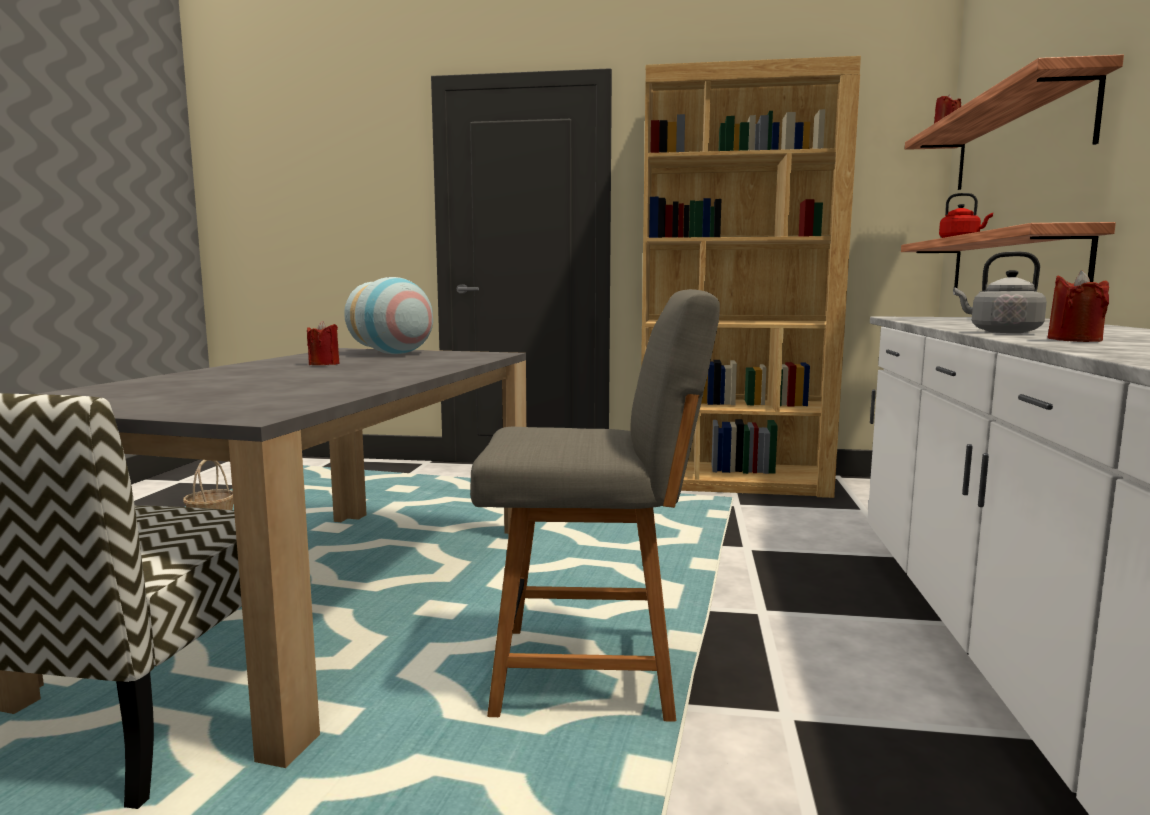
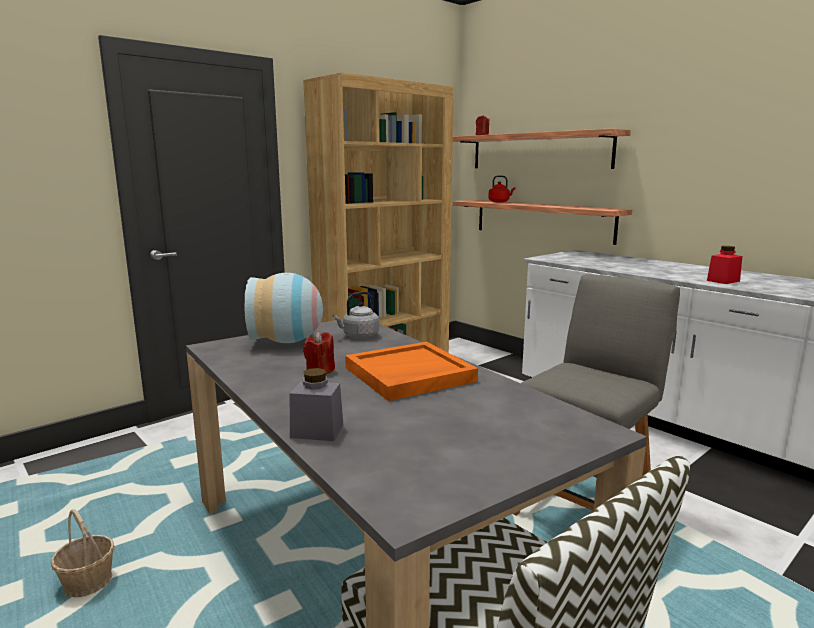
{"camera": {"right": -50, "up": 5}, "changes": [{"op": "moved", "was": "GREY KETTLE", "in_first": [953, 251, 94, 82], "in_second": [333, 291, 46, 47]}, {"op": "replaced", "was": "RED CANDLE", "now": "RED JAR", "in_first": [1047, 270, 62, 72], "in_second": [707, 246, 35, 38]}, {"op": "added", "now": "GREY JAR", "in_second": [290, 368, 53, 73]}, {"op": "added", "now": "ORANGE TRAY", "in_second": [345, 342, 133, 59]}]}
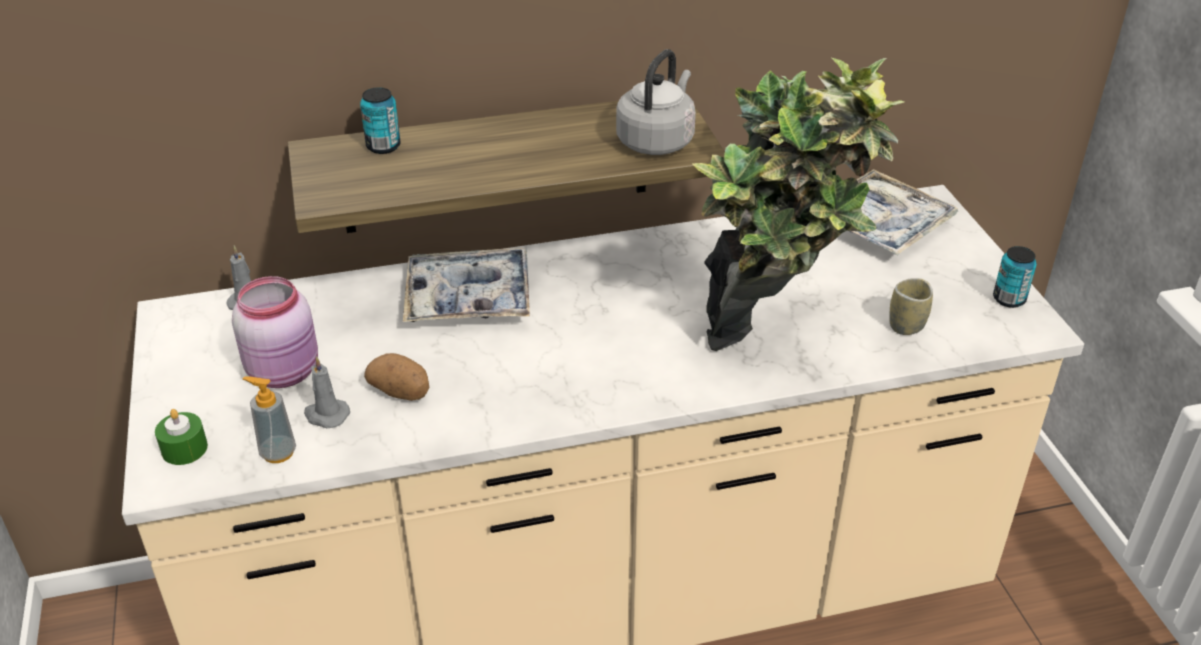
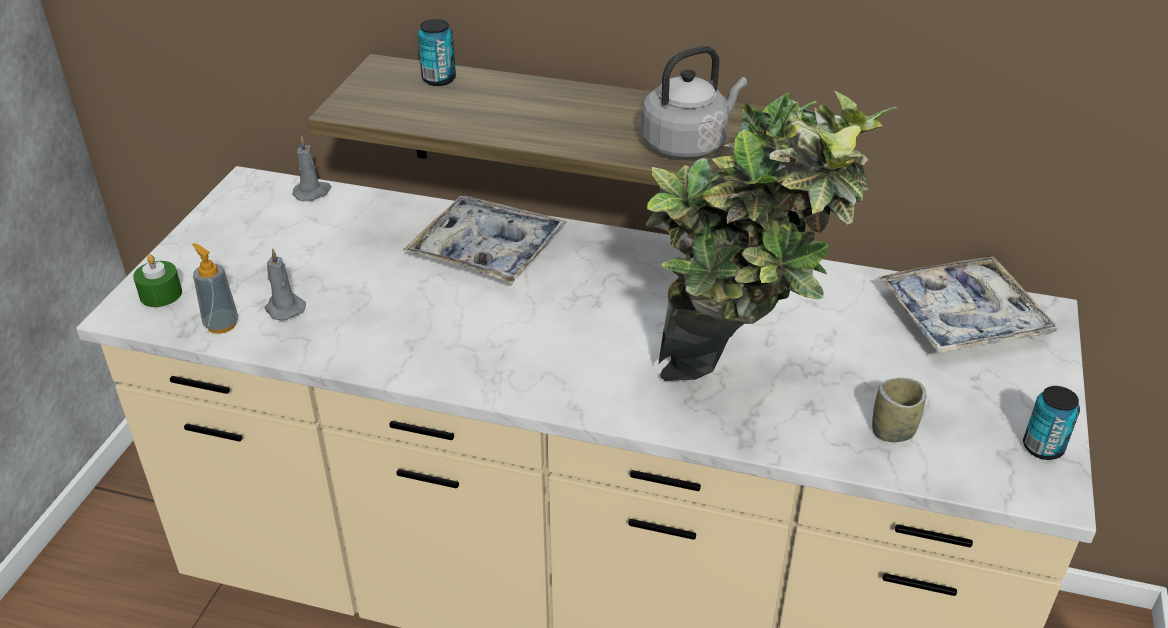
{"camera": {"right": 30, "up": 0}, "changes": [{"op": "removed", "was": "PINK JAR", "in_first": [232, 276, 86, 112]}, {"op": "removed", "was": "POTATO", "in_first": [364, 353, 65, 48]}]}
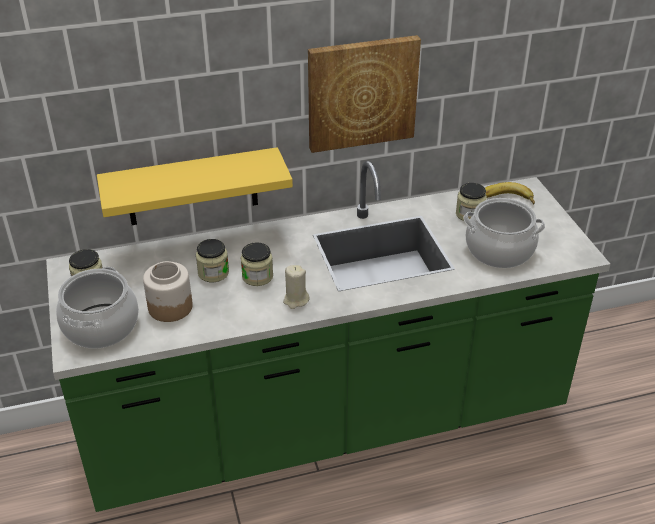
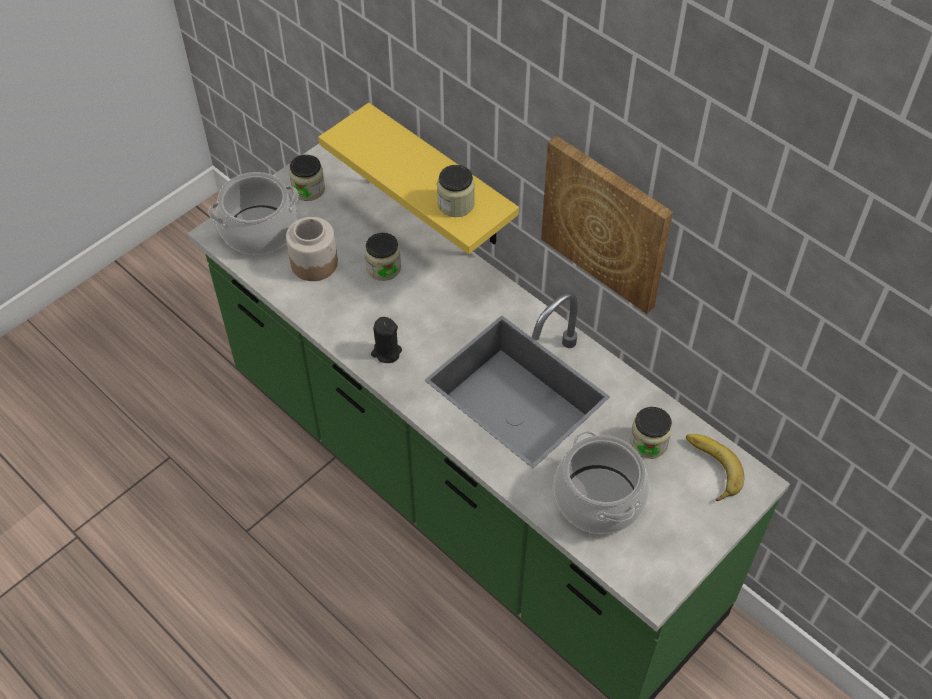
{"camera": {"right": 60, "up": 15}, "changes": [{"op": "moved", "was": "JAR", "in_first": [241, 242, 32, 44], "in_second": [437, 165, 38, 52]}, {"op": "recoloured", "was": "BEIGE CANDLE", "now": "BLACK CANDLE", "in_first": [283, 265, 27, 44], "in_second": [371, 317, 31, 46]}]}
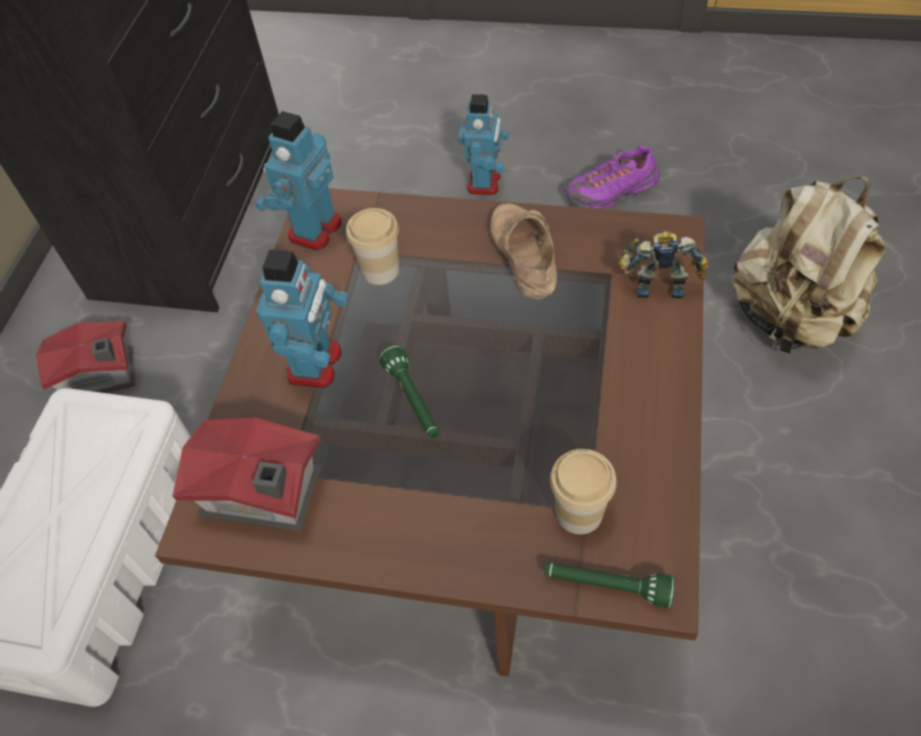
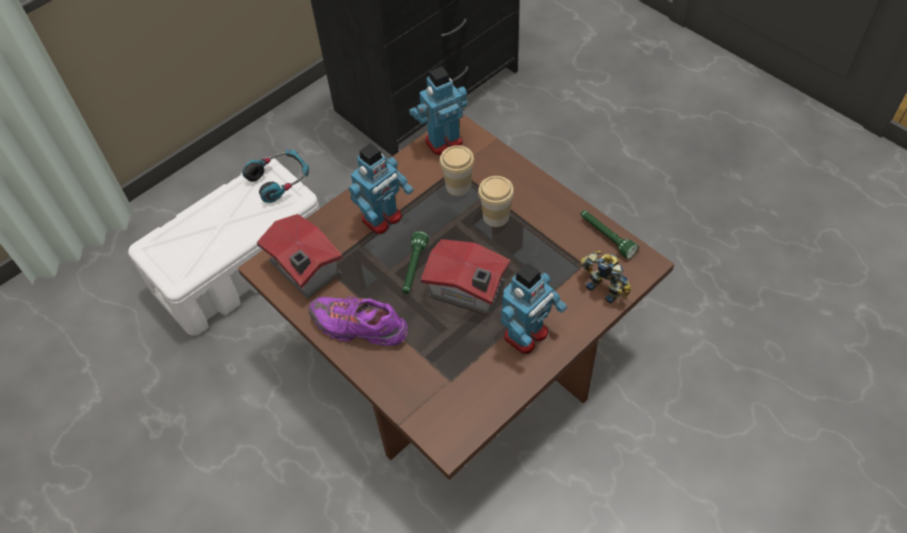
{"camera": {"right": 35, "up": 0}, "changes": [{"op": "moved", "was": "TOY HOUSE", "in_first": [36, 321, 99, 72], "in_second": [421, 239, 90, 77]}, {"op": "moved", "was": "TOY ROBOT", "in_first": [458, 94, 51, 101], "in_second": [500, 263, 67, 91]}, {"op": "removed", "was": "BEIGE SHOE", "in_first": [490, 203, 67, 97]}, {"op": "moved", "was": "GREEN FLASHLIGHT", "in_first": [545, 562, 130, 47], "in_second": [581, 210, 58, 49]}, {"op": "moved", "was": "CUP", "in_first": [550, 449, 67, 85], "in_second": [478, 176, 36, 51]}, {"op": "moved", "was": "PURPLE SHOE", "in_first": [565, 146, 95, 63], "in_second": [309, 297, 99, 49]}, {"op": "removed", "was": "BEIGE BACKPACK", "in_first": [732, 176, 154, 178]}, {"op": "added", "now": "HEADPHONES", "in_second": [242, 149, 67, 54]}]}
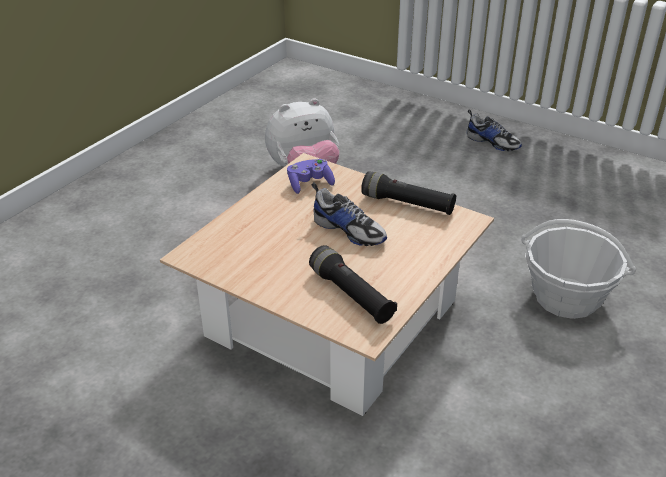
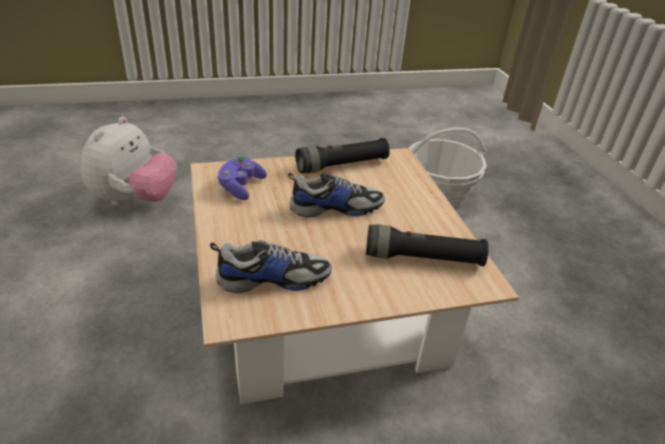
{"camera": {"right": -50, "up": 0}, "changes": [{"op": "moved", "was": "SHOE", "in_first": [467, 109, 55, 42], "in_second": [210, 240, 122, 53]}]}
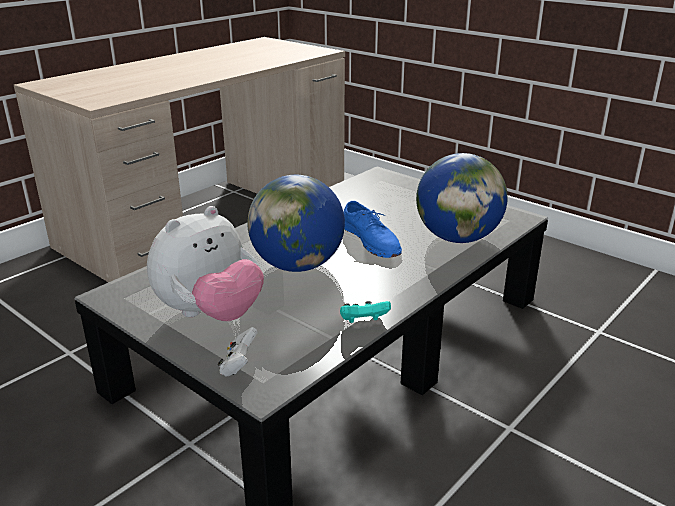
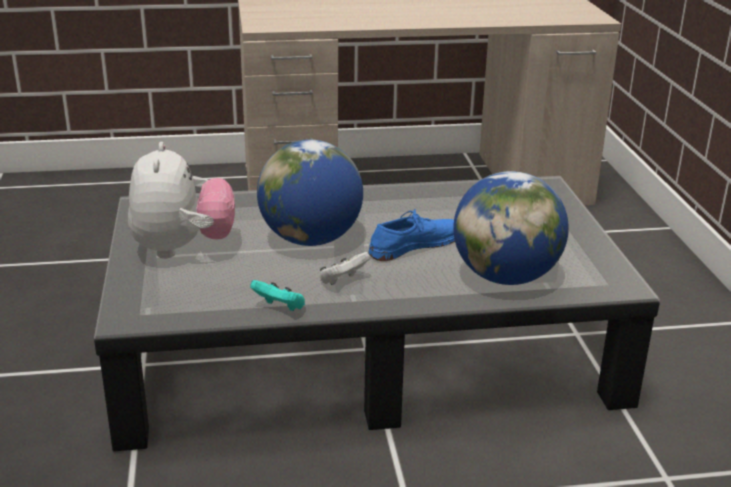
{"camera": {"right": 40, "up": 0}, "changes": [{"op": "turned", "was": "PLUSH TOY", "in_first": [147, 206, 117, 115], "in_second": [128, 142, 107, 117], "clockwise": -90}, {"op": "moved", "was": "WHITE GAME CONTROLLER", "in_first": [218, 327, 40, 50], "in_second": [320, 252, 50, 33]}, {"op": "turned", "was": "BLUE SHOE", "in_first": [343, 201, 59, 57], "in_second": [368, 209, 87, 52], "clockwise": -135}]}
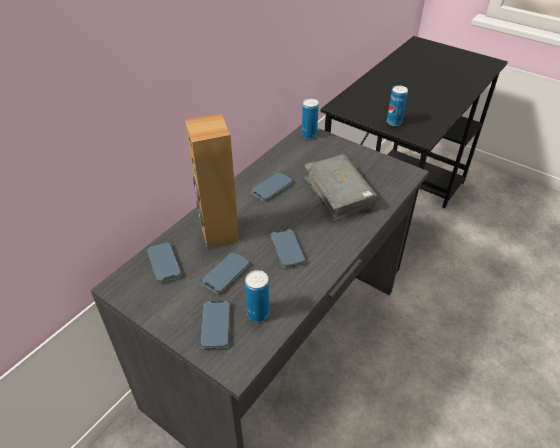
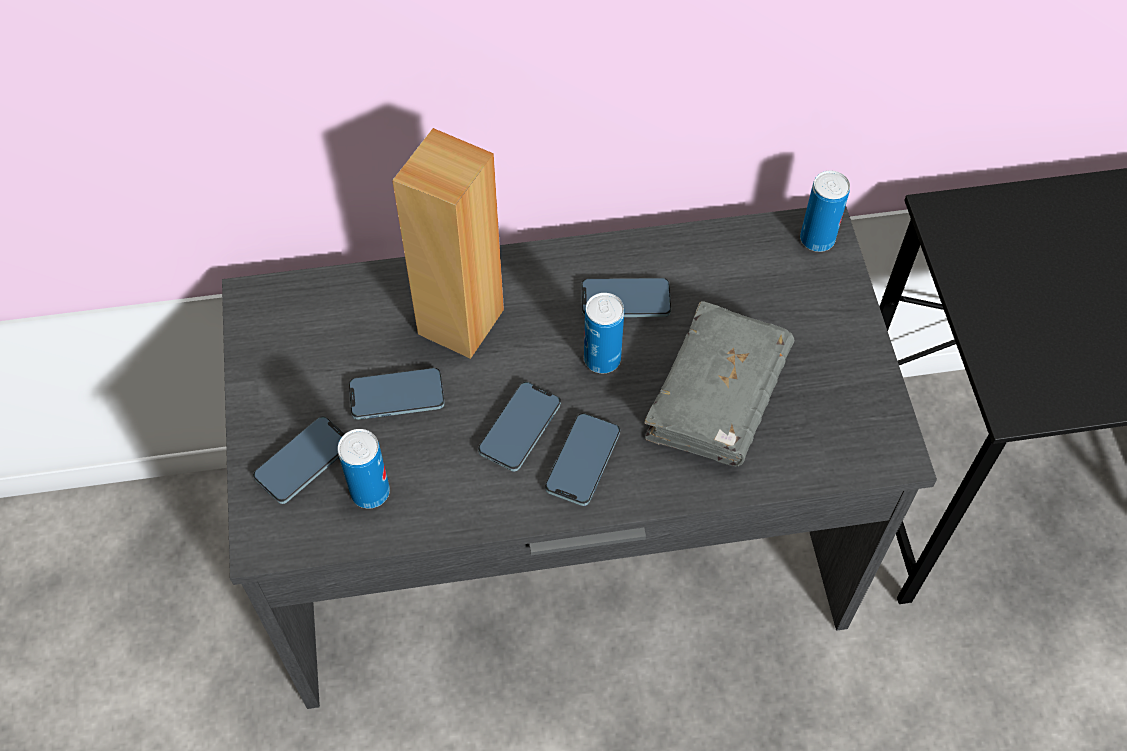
{"camera": {"right": 45, "up": 15}, "changes": [{"op": "moved", "was": "PHONE", "in_first": [147, 242, 34, 42], "in_second": [545, 413, 75, 93]}, {"op": "moved", "was": "CAN", "in_first": [387, 86, 21, 40], "in_second": [584, 293, 40, 80]}]}
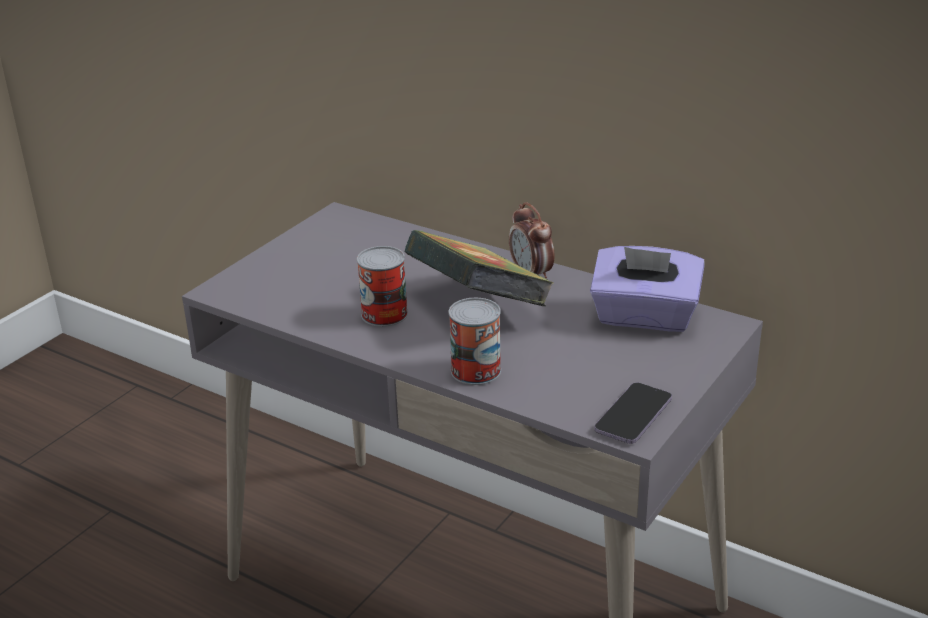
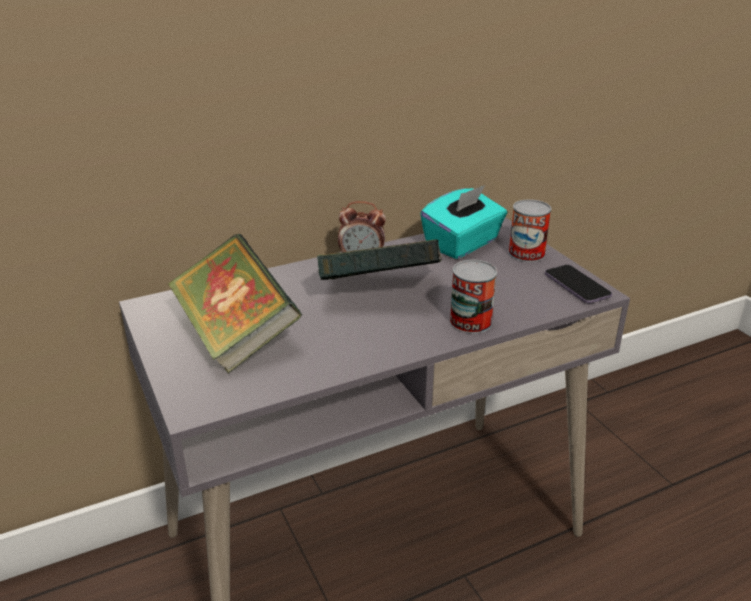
{"camera": {"right": -60, "up": 0}, "changes": [{"op": "moved", "was": "CAN", "in_first": [357, 246, 51, 81], "in_second": [508, 199, 43, 63]}, {"op": "recoloured", "was": "PURPLE TISSUE BOX", "now": "TURQUOISE TISSUE BOX", "in_first": [590, 246, 115, 86], "in_second": [420, 185, 87, 74]}, {"op": "added", "now": "BOOK", "in_second": [167, 234, 135, 139]}]}
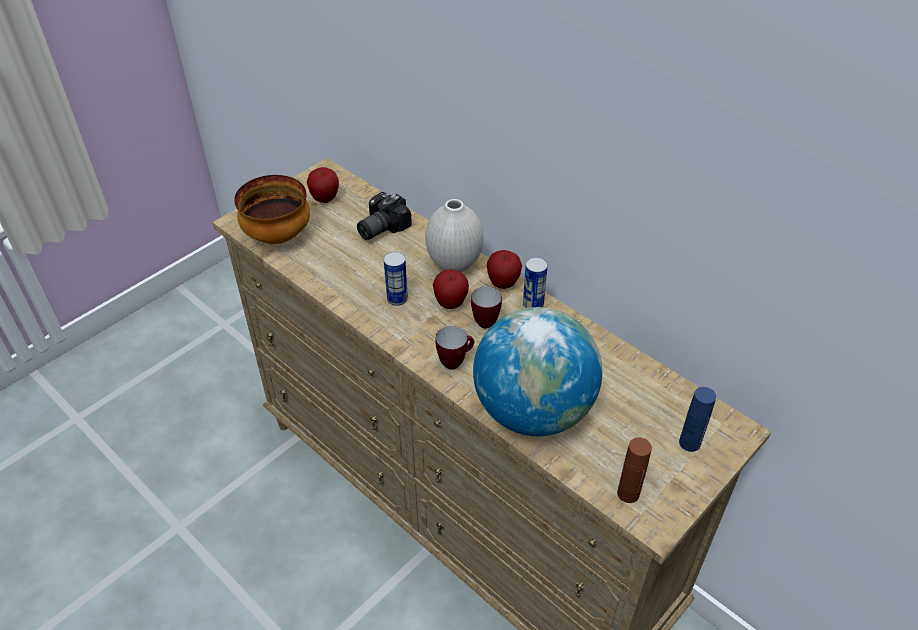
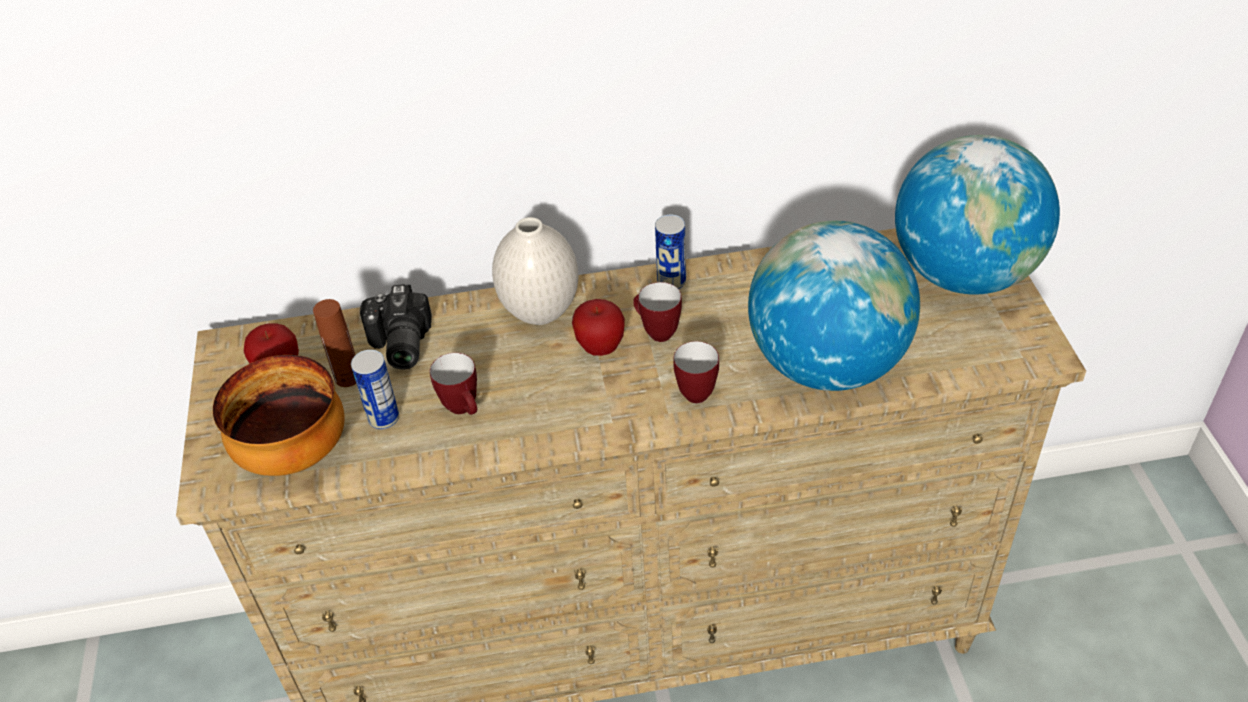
{"camera": {"right": -50, "up": 0}, "changes": [{"op": "moved", "was": "CAN", "in_first": [384, 252, 24, 54], "in_second": [351, 350, 48, 79]}, {"op": "removed", "was": "APPLE", "in_first": [487, 250, 35, 39]}, {"op": "moved", "was": "BROWN BOTTLE", "in_first": [617, 437, 35, 66], "in_second": [313, 299, 43, 88]}, {"op": "replaced", "was": "BLUE BOTTLE", "now": "GLOBE", "in_first": [679, 387, 37, 65], "in_second": [895, 135, 165, 160]}, {"op": "added", "now": "MUG", "in_second": [430, 353, 47, 62]}]}
